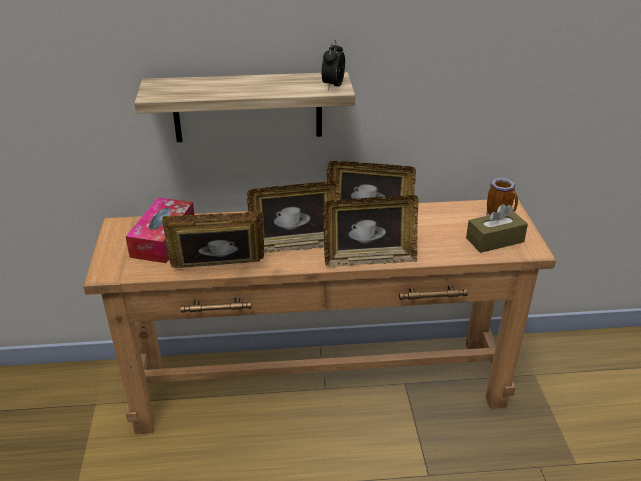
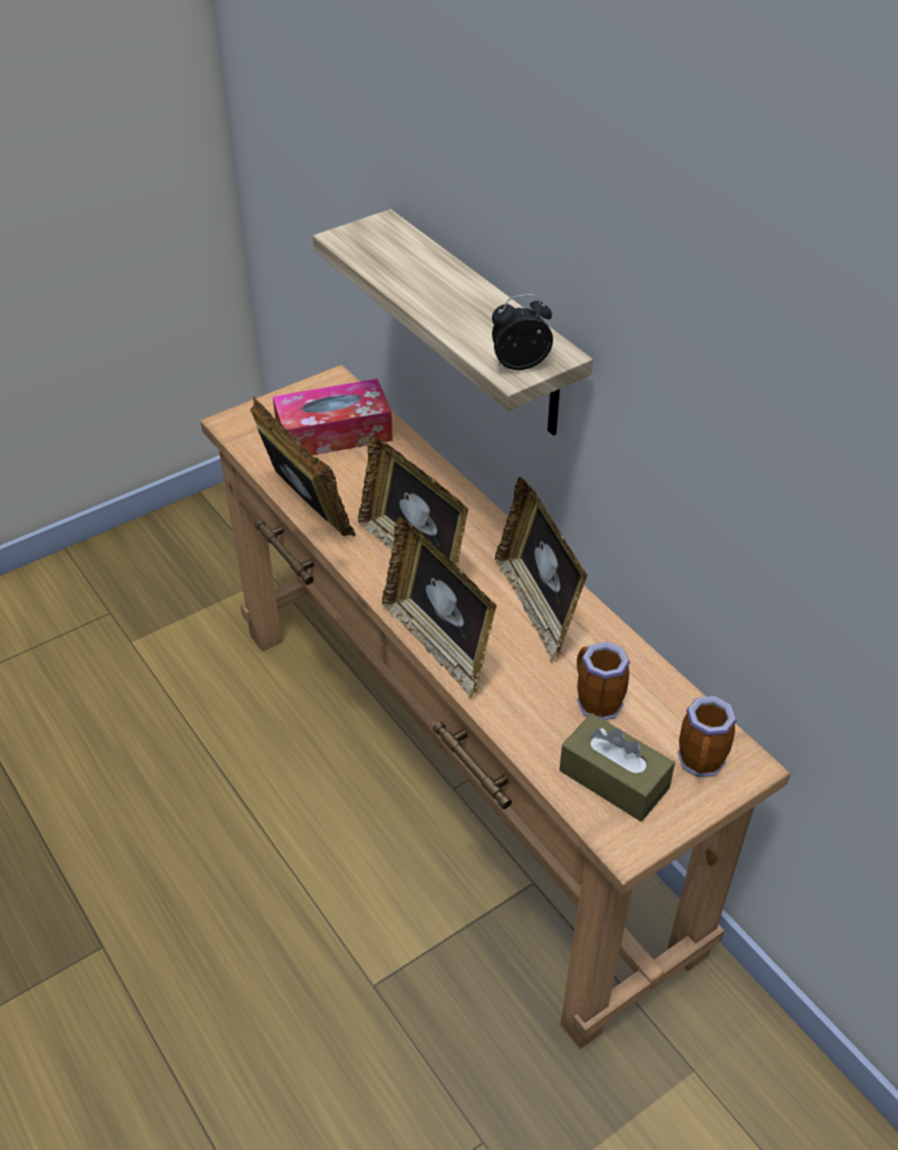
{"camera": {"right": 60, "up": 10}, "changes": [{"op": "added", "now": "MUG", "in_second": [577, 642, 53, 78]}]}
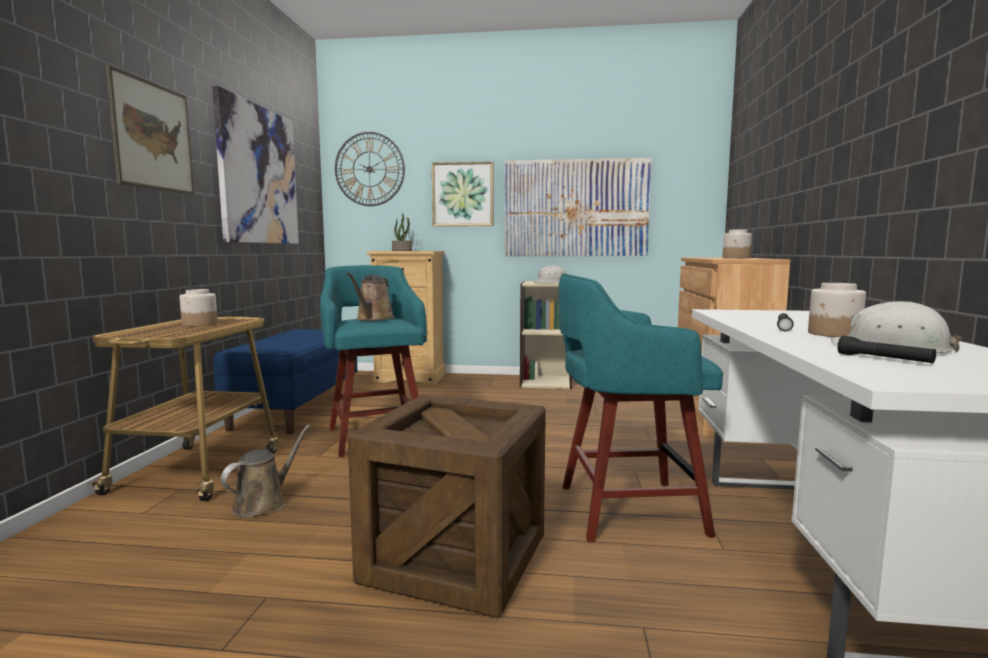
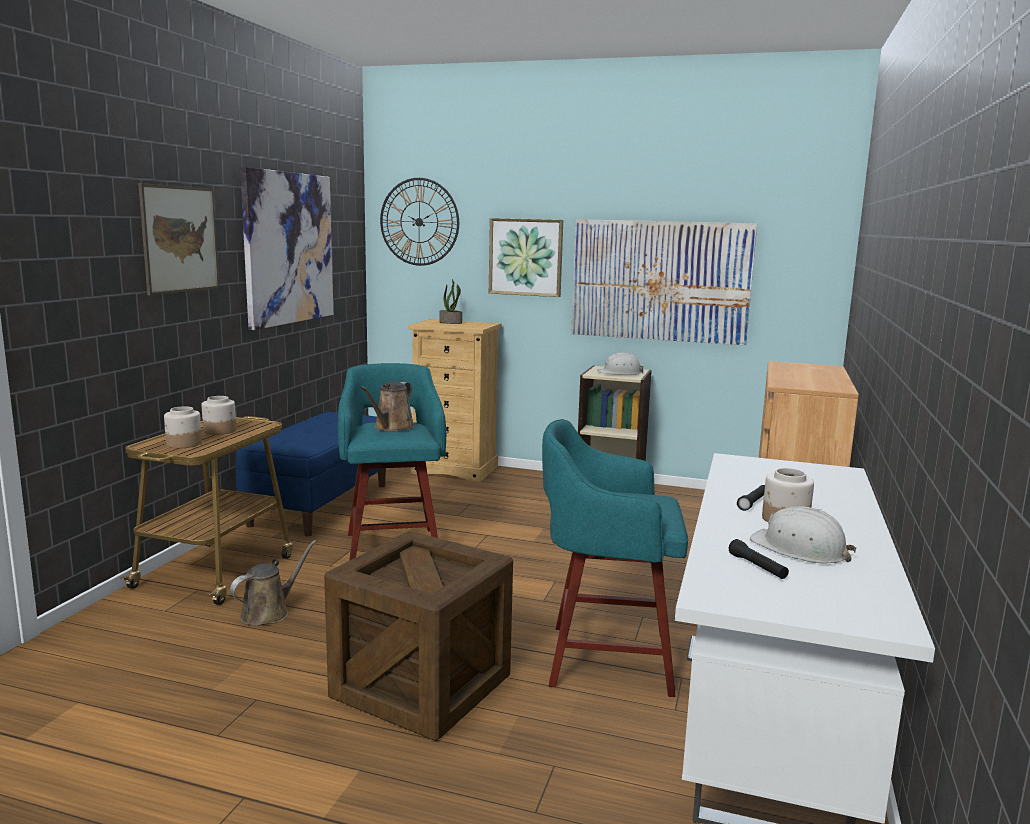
{"camera": {"right": 10, "up": 5}, "changes": [{"op": "moved", "was": "JAR", "in_first": [723, 229, 29, 29], "in_second": [164, 406, 38, 42]}]}
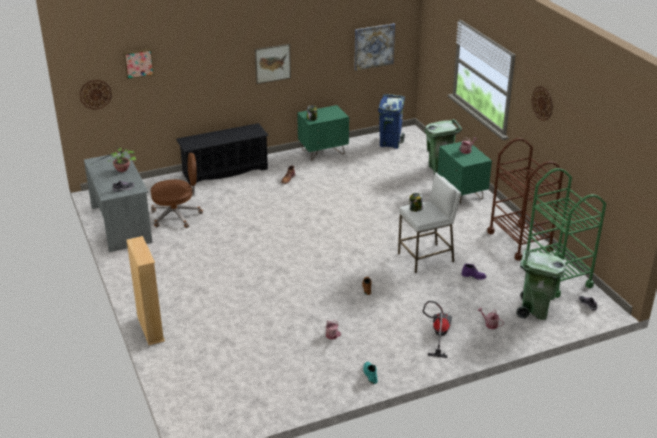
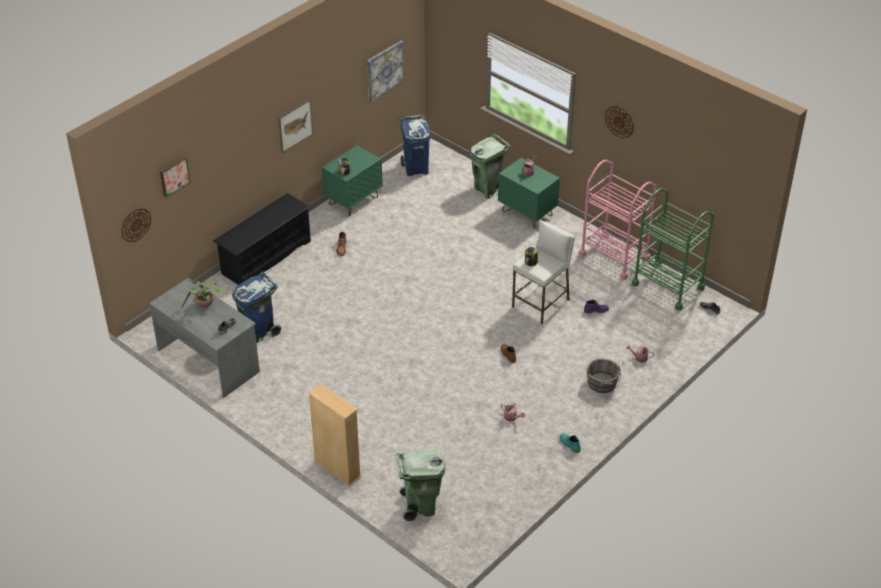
{"camera": {"right": -25, "up": 10}, "changes": [{"op": "replaced", "was": "BROWN OFFICE CHAIR", "now": "BLUE TRASH CAN", "in_first": [151, 153, 52, 75], "in_second": [232, 271, 49, 72]}, {"op": "replaced", "was": "VACUUM CLEANER", "now": "GREY BUCKET", "in_first": [423, 301, 29, 57], "in_second": [587, 359, 34, 34]}, {"op": "recoloured", "was": "BROWN CART", "now": "PINK CART", "in_first": [487, 138, 76, 123], "in_second": [579, 160, 78, 120]}, {"op": "moved", "was": "GREEN TRASH CAN", "in_first": [516, 250, 50, 70], "in_second": [396, 450, 49, 71]}]}
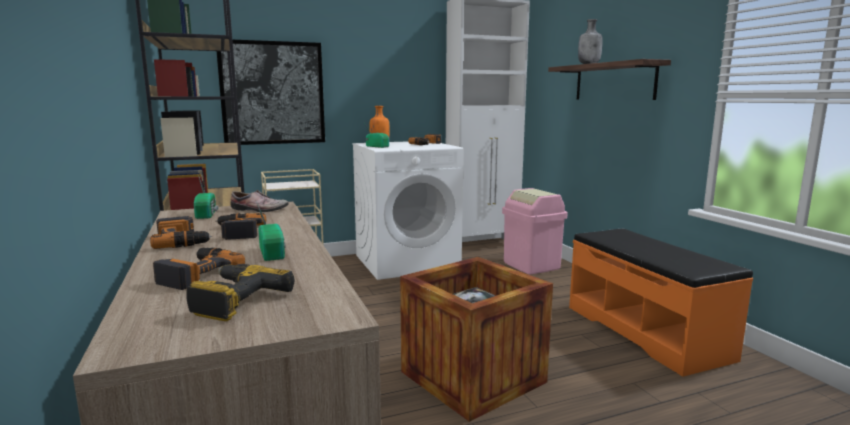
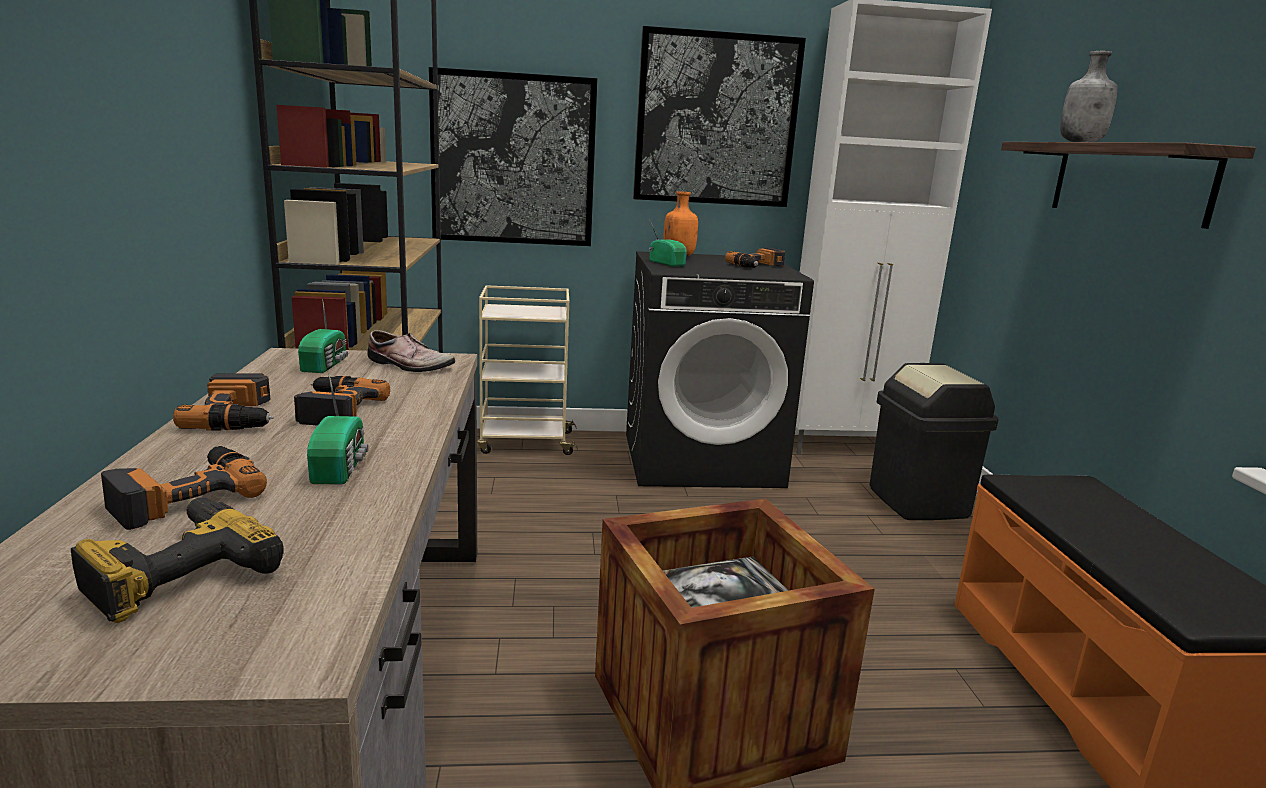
{"camera": {"right": 15, "up": 5}, "changes": [{"op": "recoloured", "was": "WHITE WASHING MACHINE", "now": "BLACK WASHING MACHINE", "in_first": [352, 141, 111, 139], "in_second": [626, 251, 188, 237]}, {"op": "recoloured", "was": "PINK TRASH CAN", "now": "BLACK TRASH CAN", "in_first": [502, 188, 66, 86], "in_second": [870, 363, 129, 157]}, {"op": "added", "now": "PICTURE", "in_second": [633, 26, 173, 181]}]}
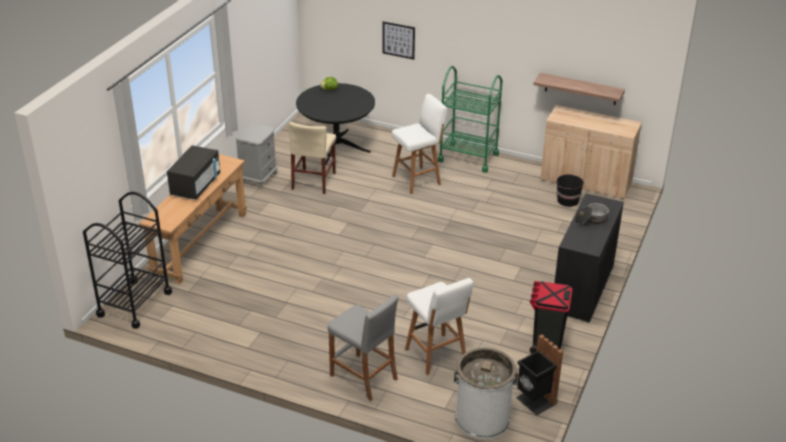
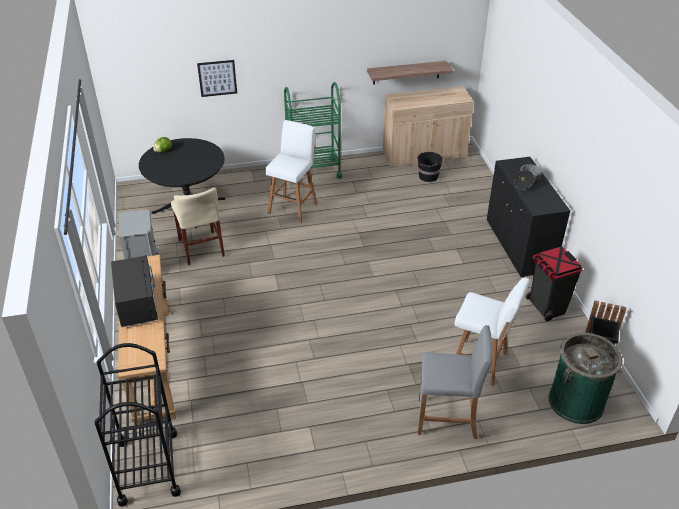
{"camera": {"right": -35, "up": 5}, "changes": [{"op": "recoloured", "was": "WHITE TRASH CAN", "now": "GREEN TRASH CAN", "in_first": [454, 348, 64, 91], "in_second": [549, 333, 74, 91]}]}
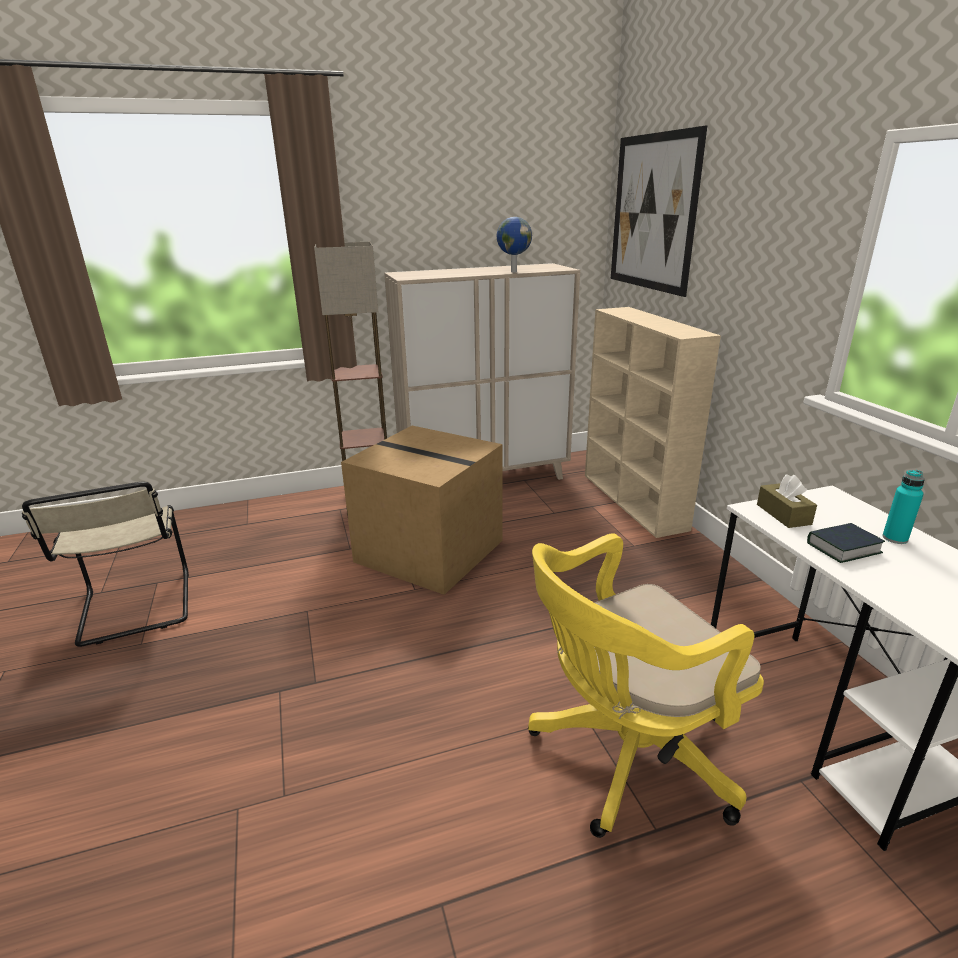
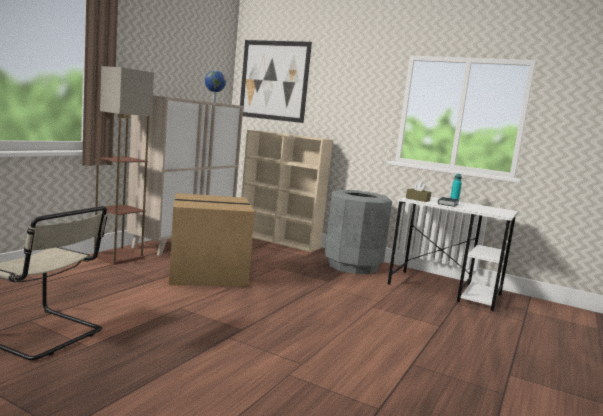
{"camera": {"right": -45, "up": -15}, "changes": [{"op": "removed", "was": "YELLOW OFFICE CHAIR", "in_first": [528, 533, 236, 305]}, {"op": "added", "now": "GREY TRASH CAN", "in_second": [325, 190, 67, 84]}]}
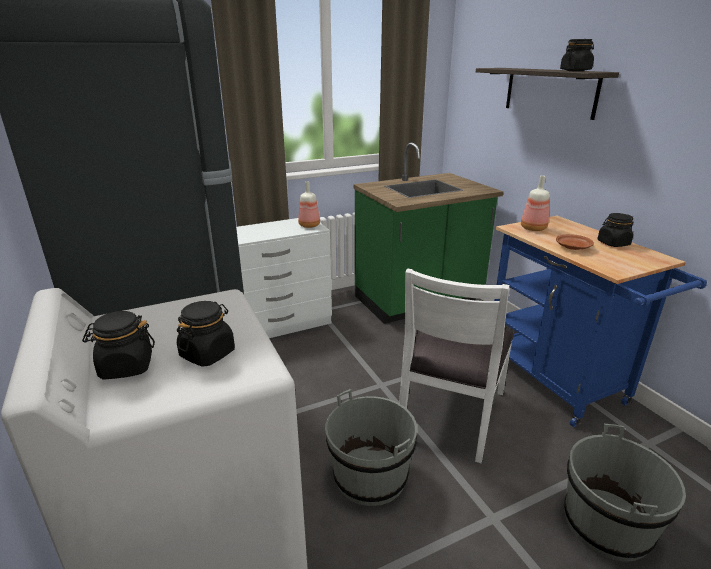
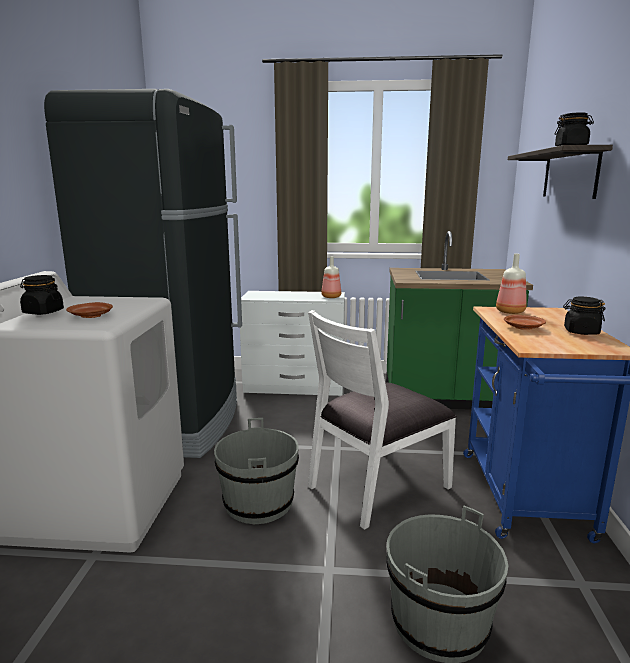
{"camera": {"right": 30, "up": -10}, "changes": [{"op": "replaced", "was": "BLACK JAR", "now": "BROWN PLATE", "in_first": [177, 301, 58, 66], "in_second": [66, 302, 47, 16]}]}
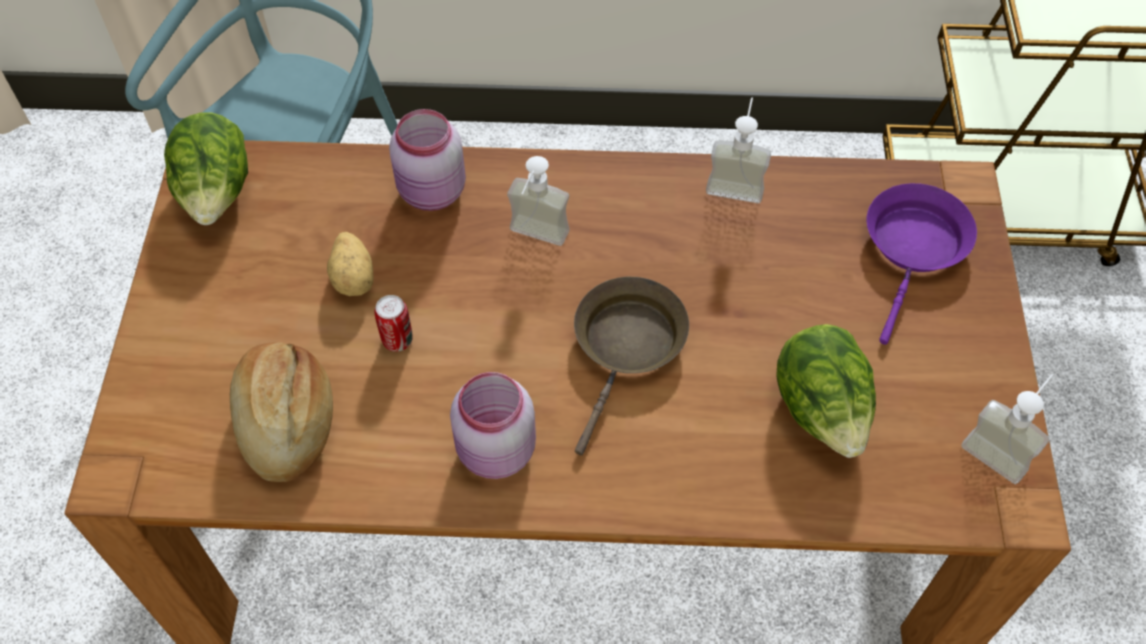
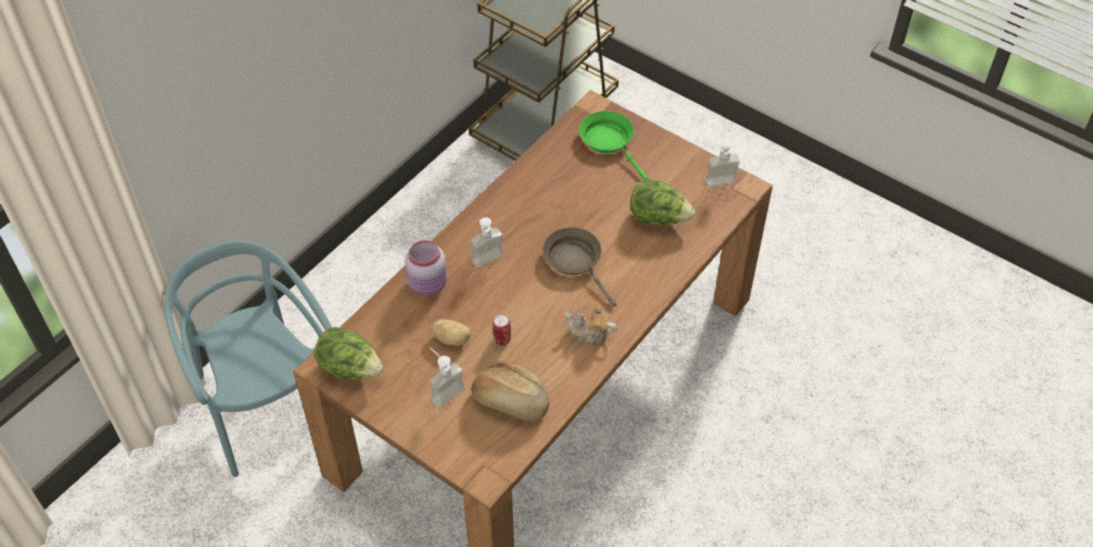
{"camera": {"right": -55, "up": -5}, "changes": [{"op": "replaced", "was": "PINK JAR", "now": "TEAPOT", "in_first": [450, 372, 86, 107], "in_second": [565, 307, 52, 39]}, {"op": "moved", "was": "SOAP DISPENSER", "in_first": [706, 98, 65, 105], "in_second": [429, 348, 36, 60]}, {"op": "recoloured", "was": "PURPLE FRYING PAN", "now": "GREEN FRYING PAN", "in_first": [866, 183, 111, 162], "in_second": [579, 111, 69, 69]}]}
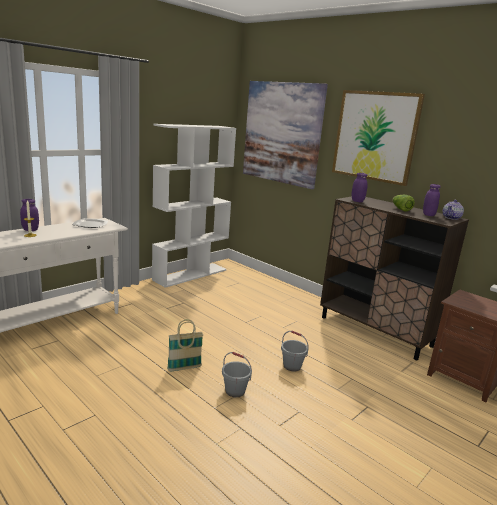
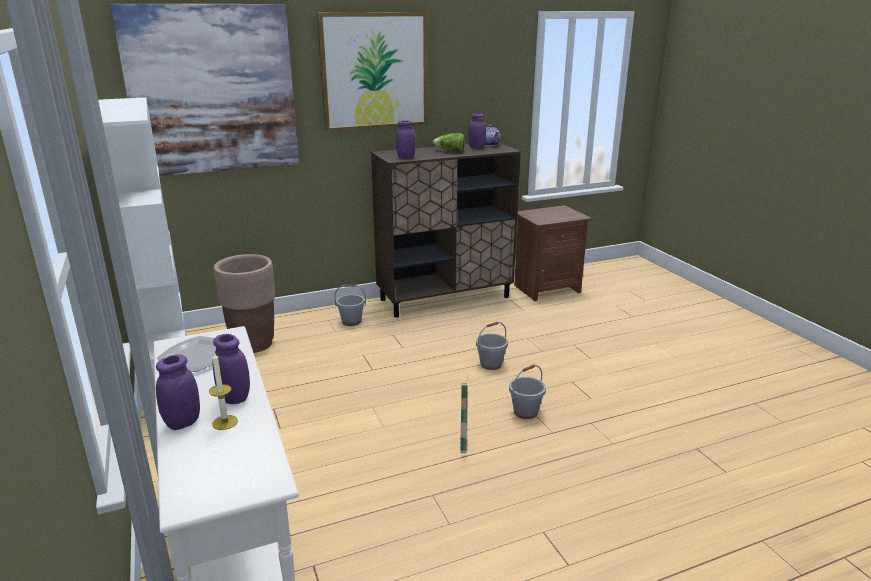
{"camera": {"right": -65, "up": 5}, "changes": [{"op": "added", "now": "PURPLE JAR", "in_second": [213, 334, 37, 70]}, {"op": "added", "now": "BROWN PLANTER", "in_second": [214, 254, 61, 99]}, {"op": "added", "now": "GREY BUCKET", "in_second": [335, 284, 31, 42]}]}
